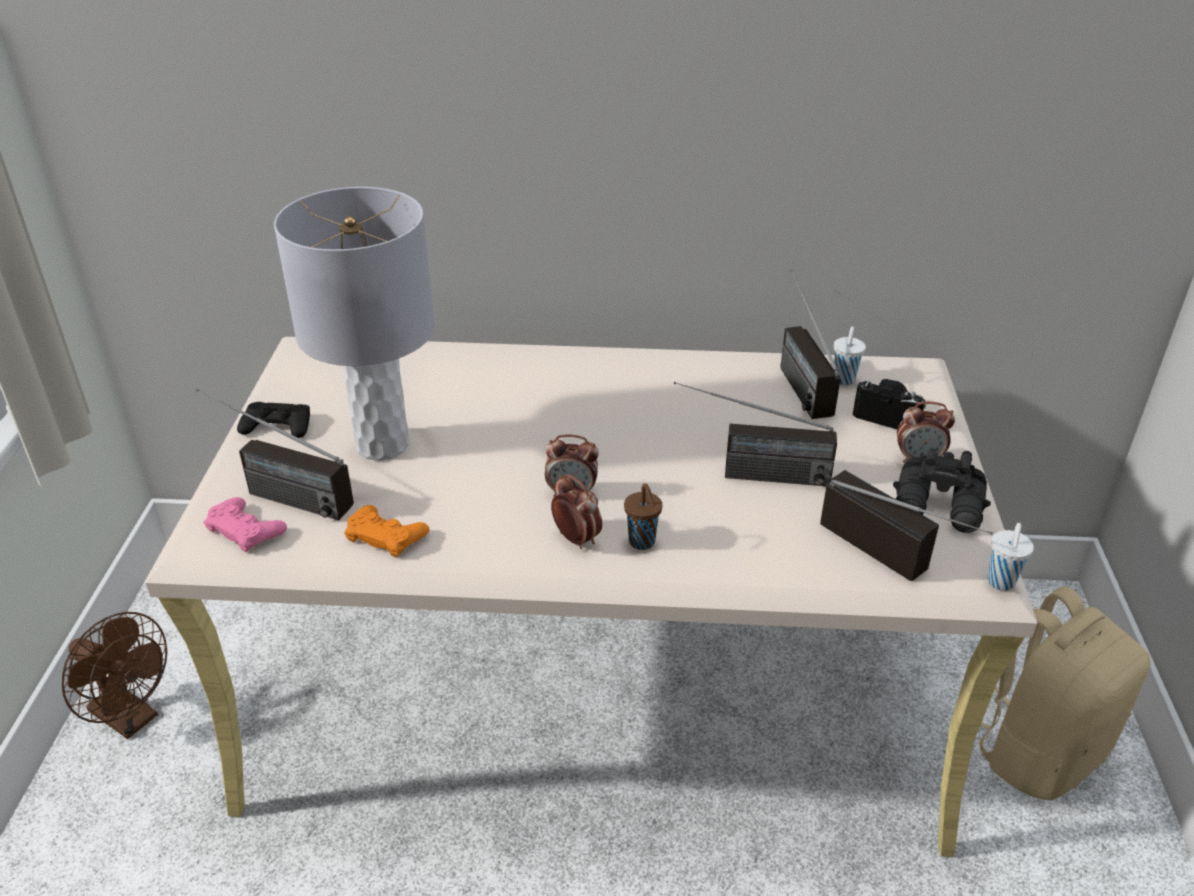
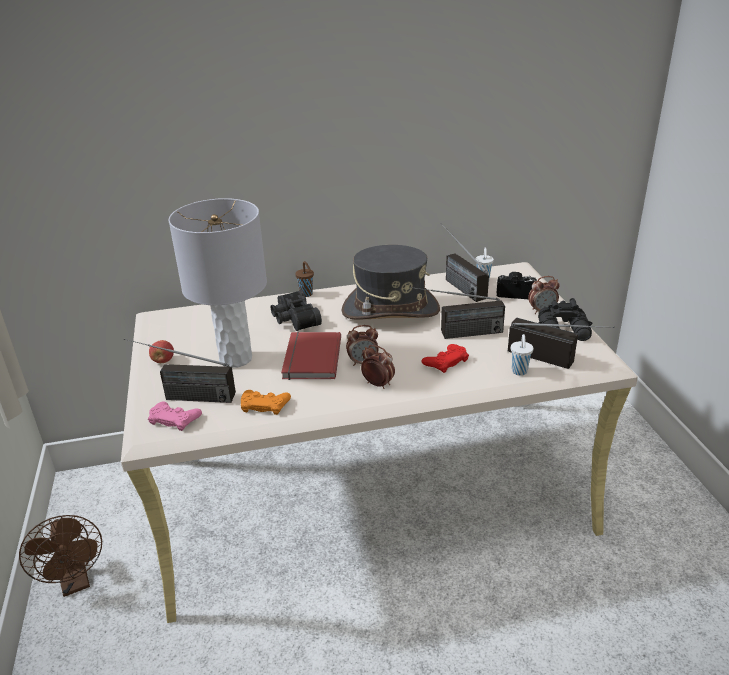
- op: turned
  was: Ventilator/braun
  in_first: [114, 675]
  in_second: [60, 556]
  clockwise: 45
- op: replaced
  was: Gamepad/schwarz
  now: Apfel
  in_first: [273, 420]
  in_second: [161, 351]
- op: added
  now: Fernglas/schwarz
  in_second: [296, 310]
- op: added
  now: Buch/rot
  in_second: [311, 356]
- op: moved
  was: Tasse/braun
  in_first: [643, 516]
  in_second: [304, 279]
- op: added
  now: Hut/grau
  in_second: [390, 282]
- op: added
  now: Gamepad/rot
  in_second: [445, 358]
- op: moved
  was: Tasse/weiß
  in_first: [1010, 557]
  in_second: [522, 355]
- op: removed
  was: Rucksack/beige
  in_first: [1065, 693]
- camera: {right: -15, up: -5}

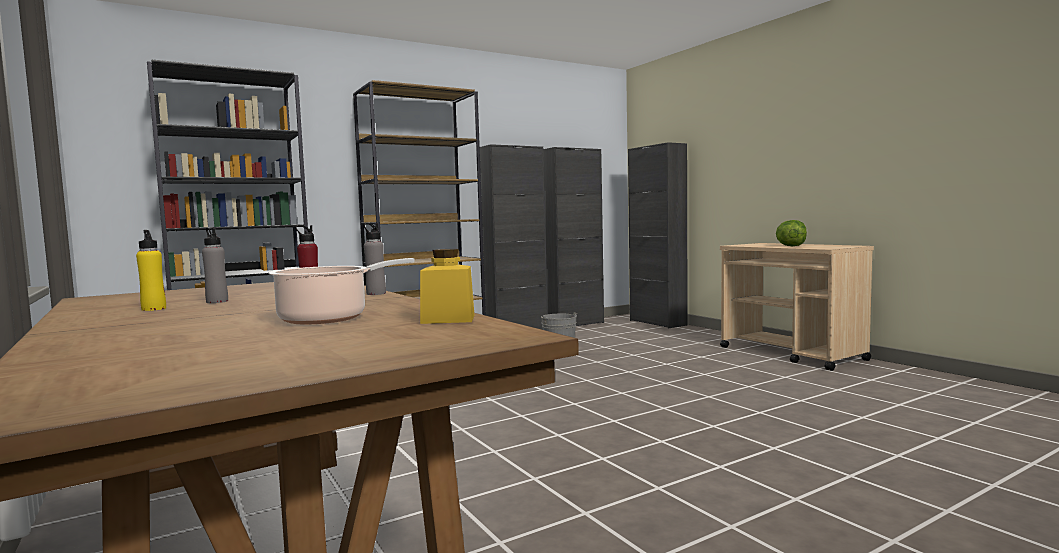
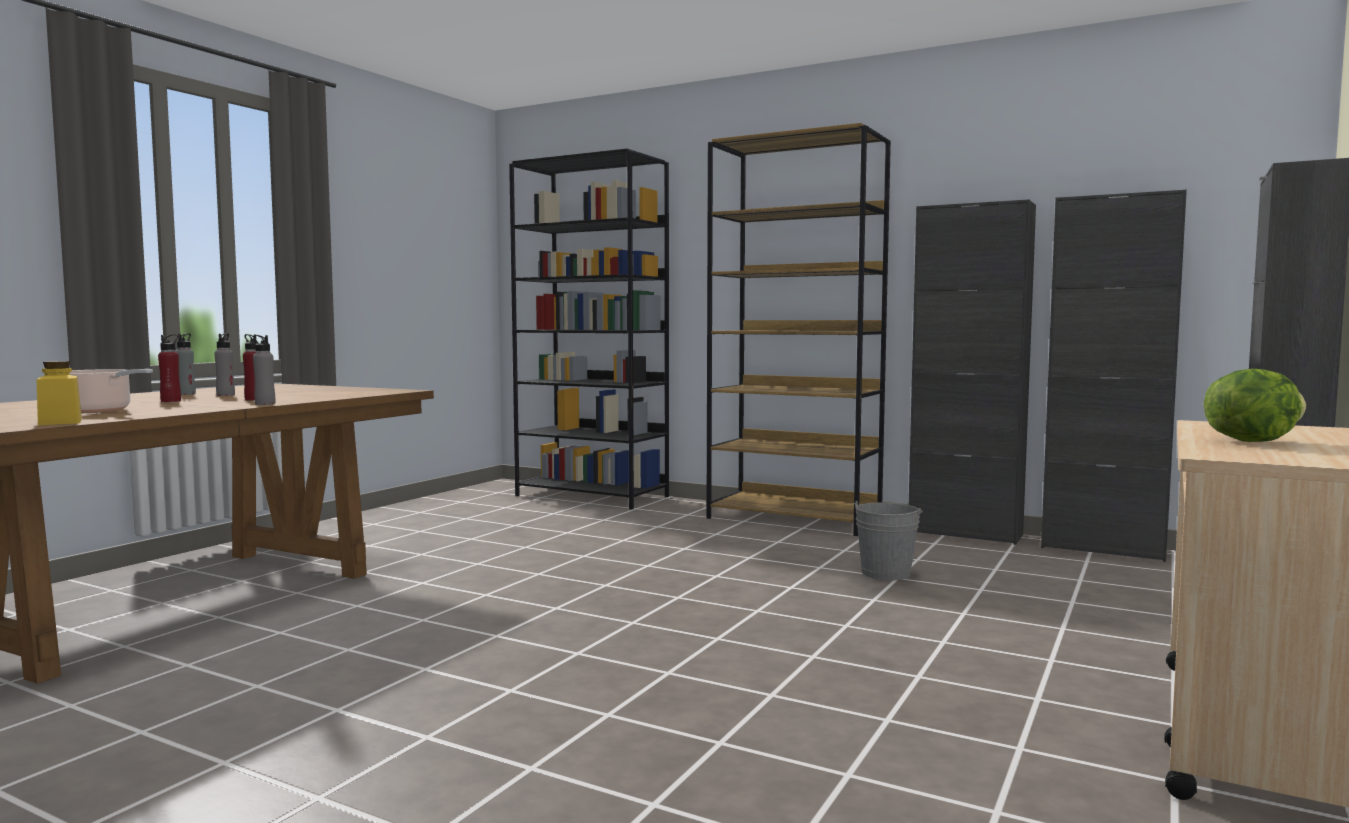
- op: added
  now: Flasche/rot
  in_second: [169, 368]
- op: recoloured
  was: Flasche/gelb
  now: Flasche/grau
  in_first: [151, 270]
  in_second: [186, 364]
- camera: {right: 60, up: 0}

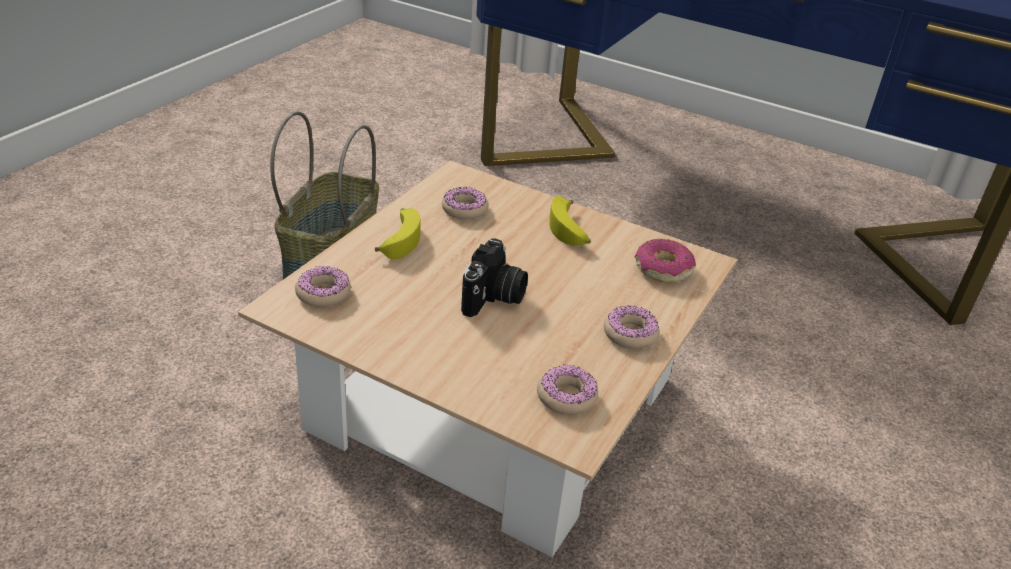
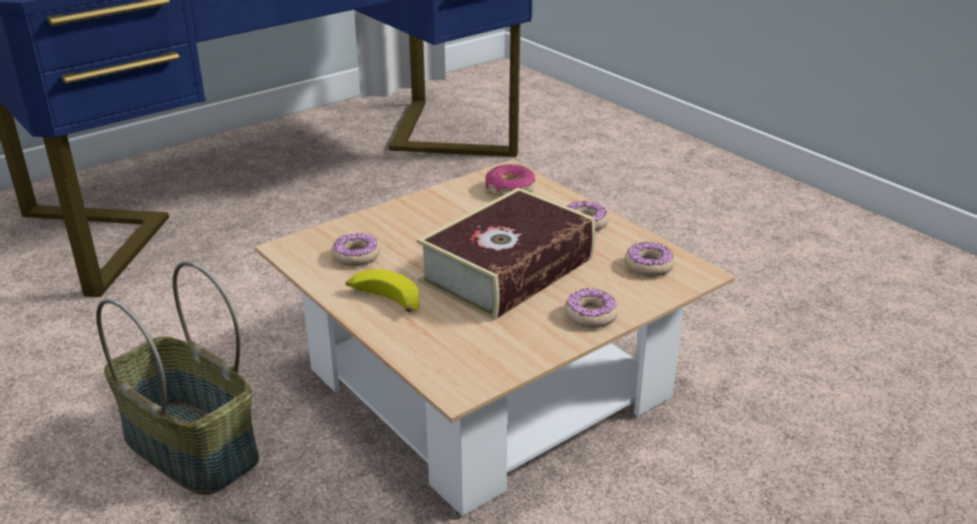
- op: replaced
  was: Kamera
  now: Buch
  in_first: [494, 277]
  in_second: [506, 254]
- op: moved
  was: Donut
  in_first: [323, 286]
  in_second: [591, 308]
- op: removed
  was: Banane
  in_first: [570, 221]
- camera: {right: -65, up: -5}

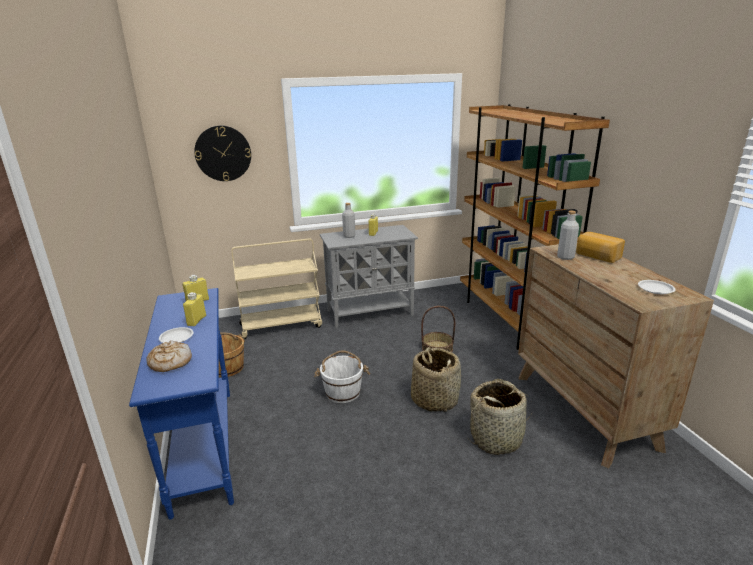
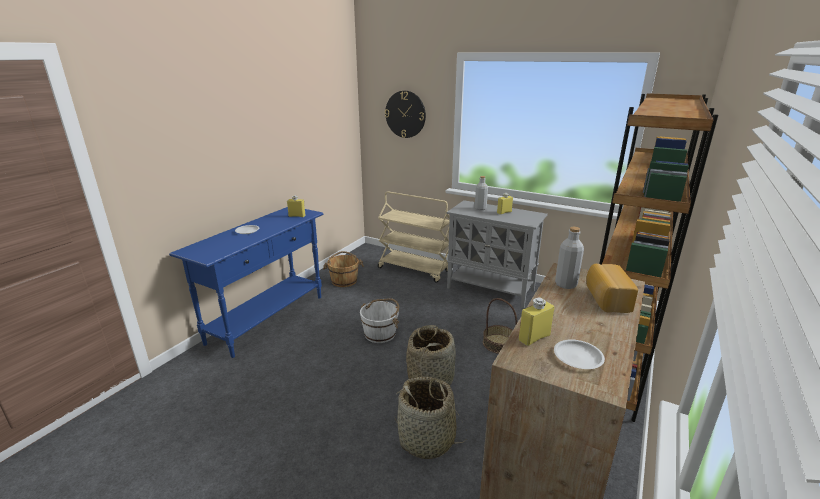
- op: moved
  was: Flasche/gelb
  in_first: [194, 309]
  in_second: [536, 321]
- op: removed
  was: Brot
  in_first: [169, 356]
- camera: {right: 45, up: 0}

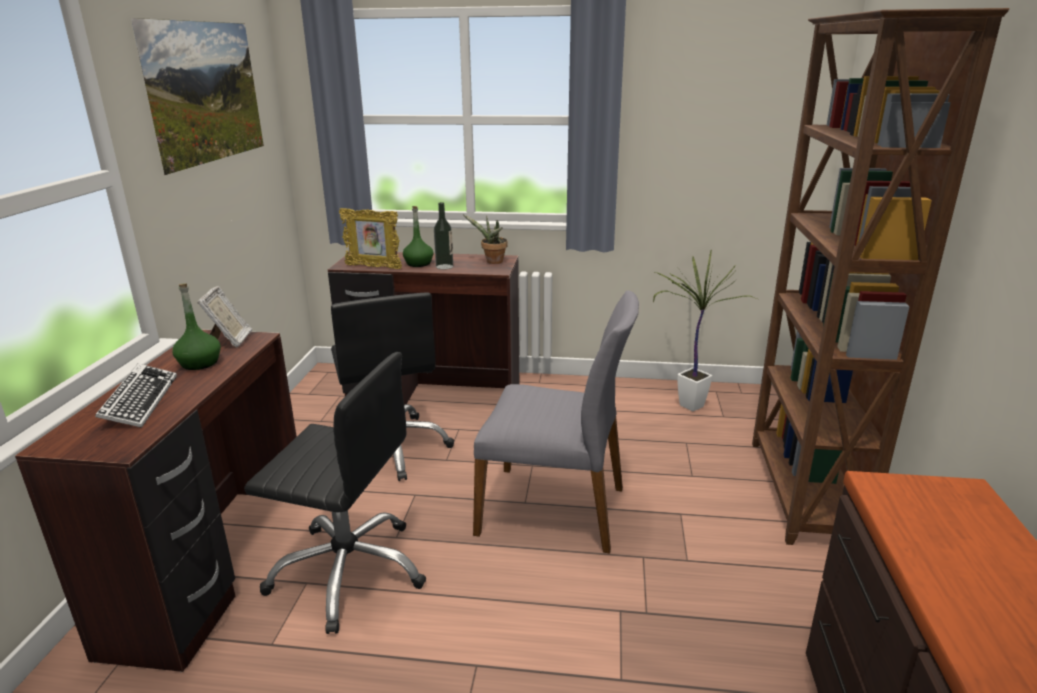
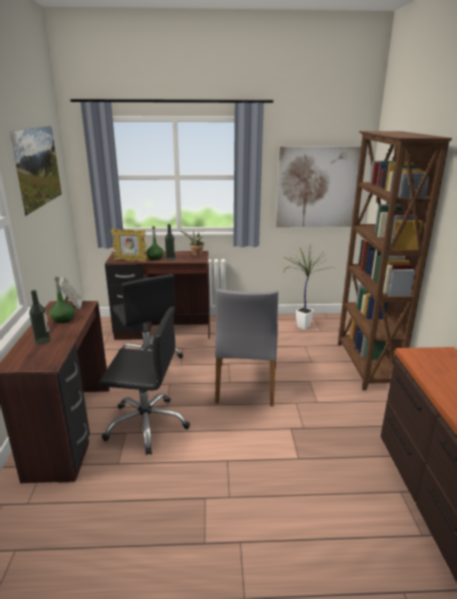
- op: replaced
  was: Tastatur
  now: Flasche
  in_first: [136, 396]
  in_second: [40, 317]
- op: turned
  was: Stuhl/grau
  in_first: [556, 422]
  in_second: [246, 347]
  clockwise: 90
- op: added
  now: Bild
  in_second: [318, 186]
- camera: {right: -10, up: 0}

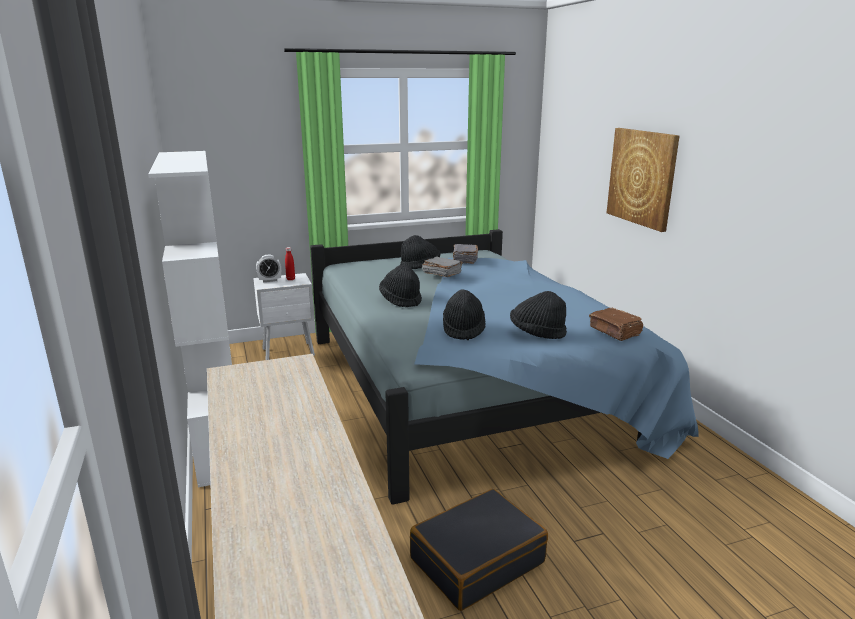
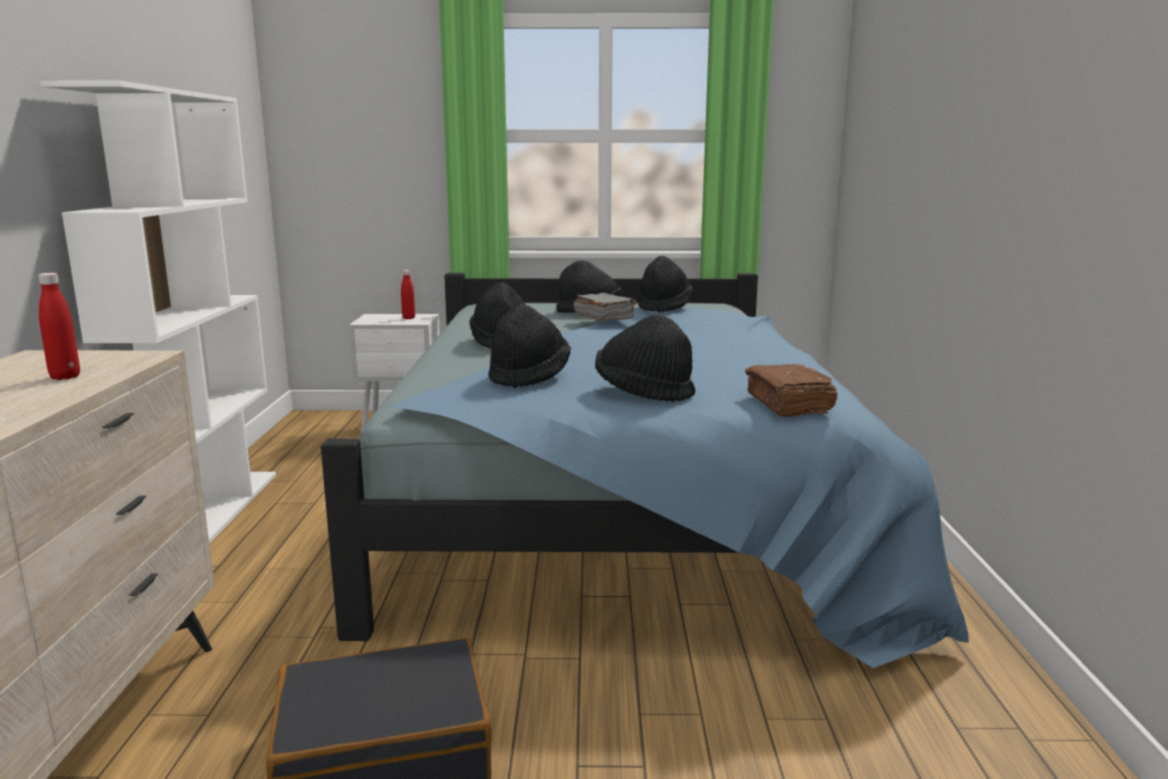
- op: added
  now: Flasche/rot
  in_second: [59, 326]
- op: replaced
  was: Buch/grau
  now: Hut/schwarz
  in_first: [465, 254]
  in_second: [665, 284]
- op: removed
  was: Wecker
  in_first: [268, 268]
- op: removed
  was: Bild
  in_first: [643, 180]
- camera: {right: 20, up: -5}

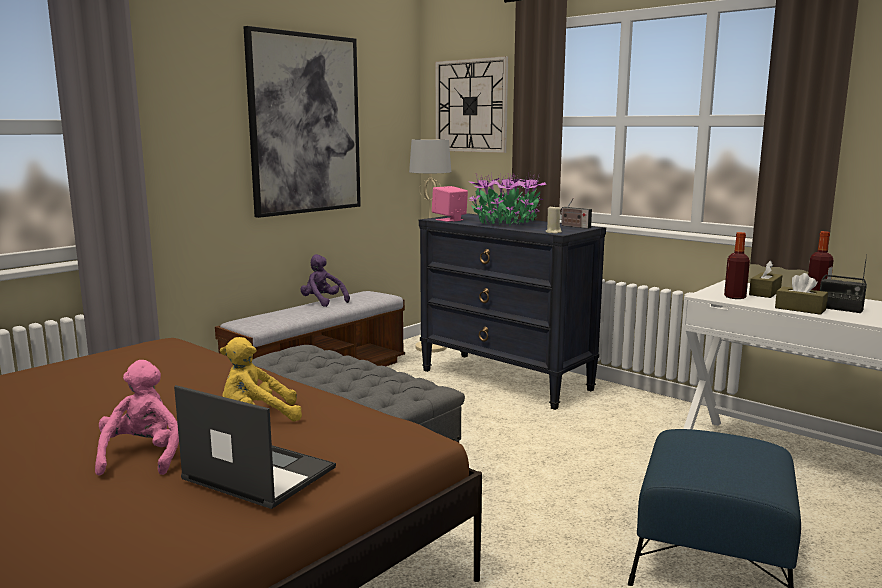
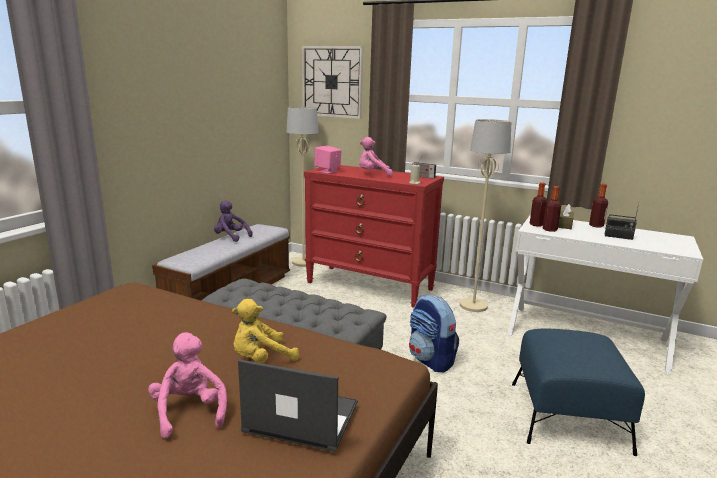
- op: recoloured
  was: Kommode/schwarz
  now: Kommode/rot
  in_first: [512, 311]
  in_second: [374, 236]
- op: replaced
  was: Topfpflanze
  now: Plüschtier/rosa
  in_first: [507, 199]
  in_second: [376, 156]
- op: added
  now: Rucksack
  in_second: [434, 334]
- op: added
  now: Stehlampe/beige
  in_second: [485, 215]
- op: added
  now: Flasche
  in_second: [538, 204]
- op: removed
  was: Bild
  in_first: [302, 122]
- op: removed
  was: Taschentuchbox/braun
  in_first: [801, 294]
- camera: {right: -15, up: 5}

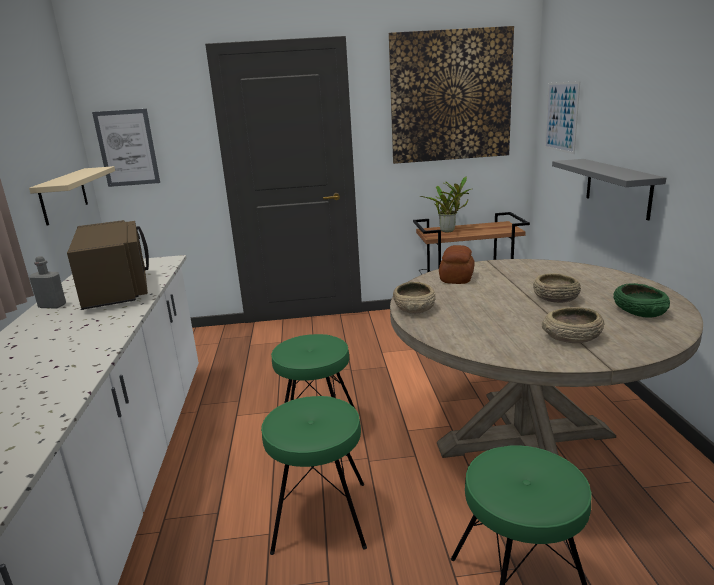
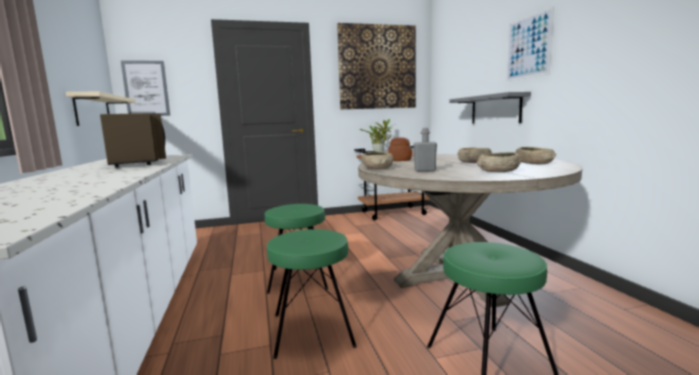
- op: moved
  was: Flasche/grau
  in_first: [47, 282]
  in_second: [425, 150]
- op: moved
  was: Bild
  in_first: [562, 117]
  in_second: [530, 43]
- op: recoloured
  was: Schüssel/grün
  now: Schüssel/beige
  in_first: [641, 300]
  in_second: [535, 155]
- camera: {right: -10, up: -10}

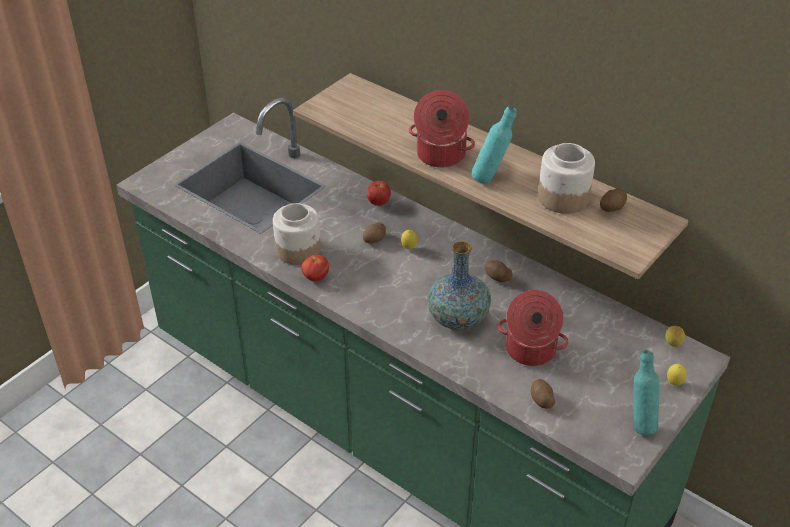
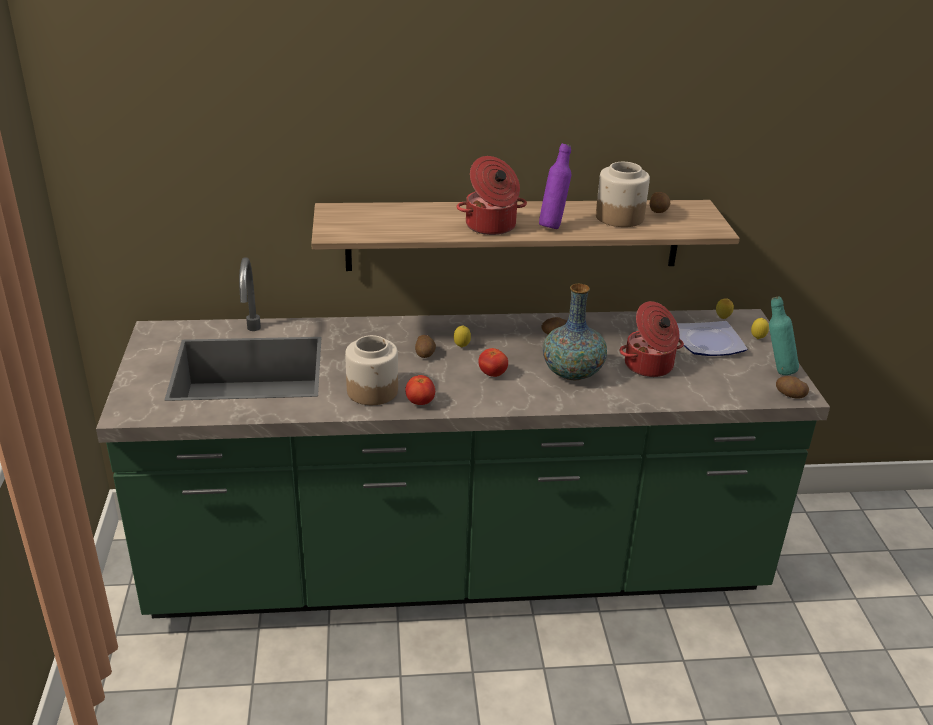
- op: moved
  was: Tomate
  in_first: [379, 193]
  in_second: [493, 362]
- op: recoloured
  was: Flasche/türkis
  now: Flasche/lila
  in_first: [494, 145]
  in_second: [555, 186]
- op: added
  now: Teller
  in_second: [712, 338]
- op: moved
  was: Kartoffel
  in_first: [543, 394]
  in_second: [792, 387]
- camera: {right: -45, up: -10}

